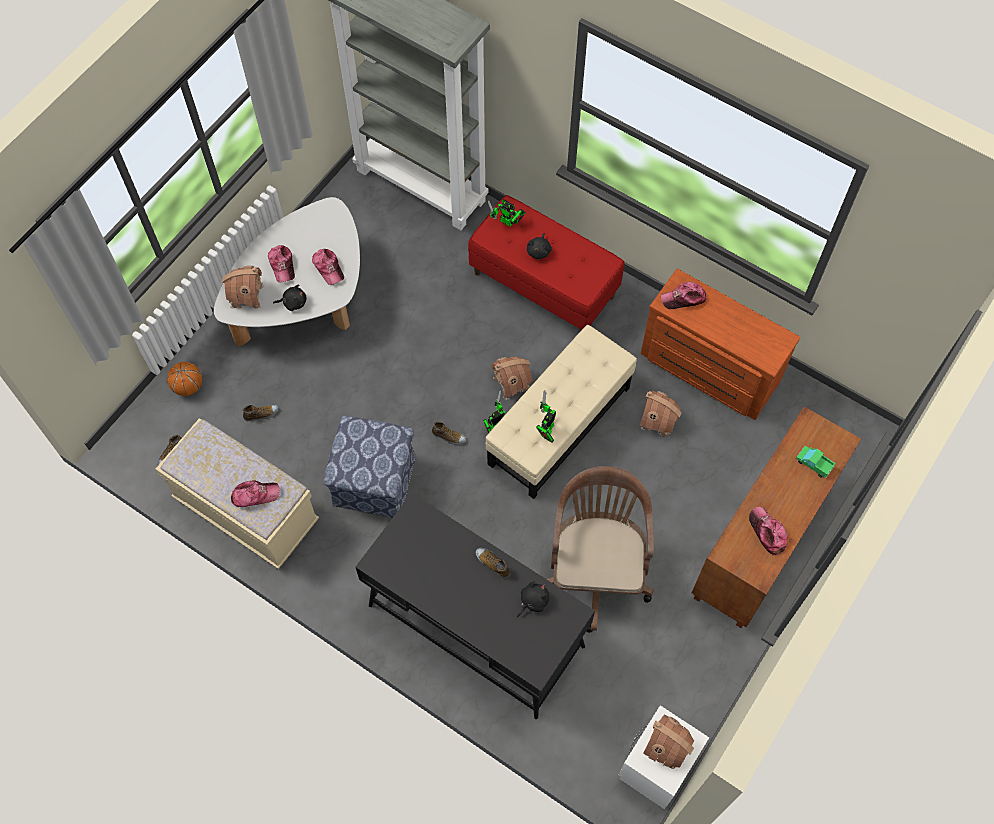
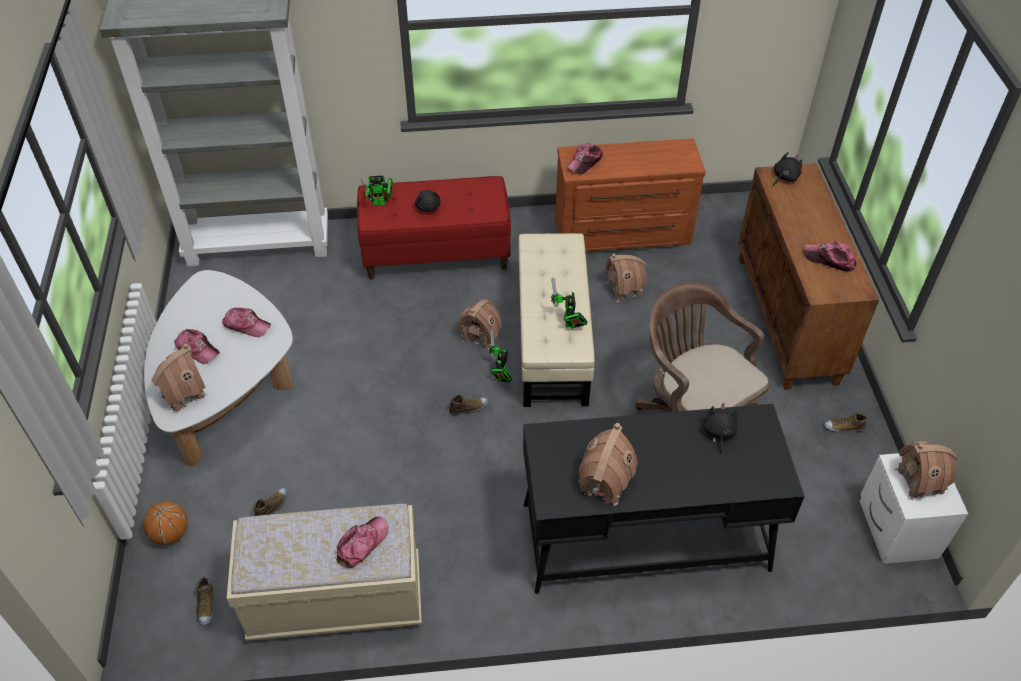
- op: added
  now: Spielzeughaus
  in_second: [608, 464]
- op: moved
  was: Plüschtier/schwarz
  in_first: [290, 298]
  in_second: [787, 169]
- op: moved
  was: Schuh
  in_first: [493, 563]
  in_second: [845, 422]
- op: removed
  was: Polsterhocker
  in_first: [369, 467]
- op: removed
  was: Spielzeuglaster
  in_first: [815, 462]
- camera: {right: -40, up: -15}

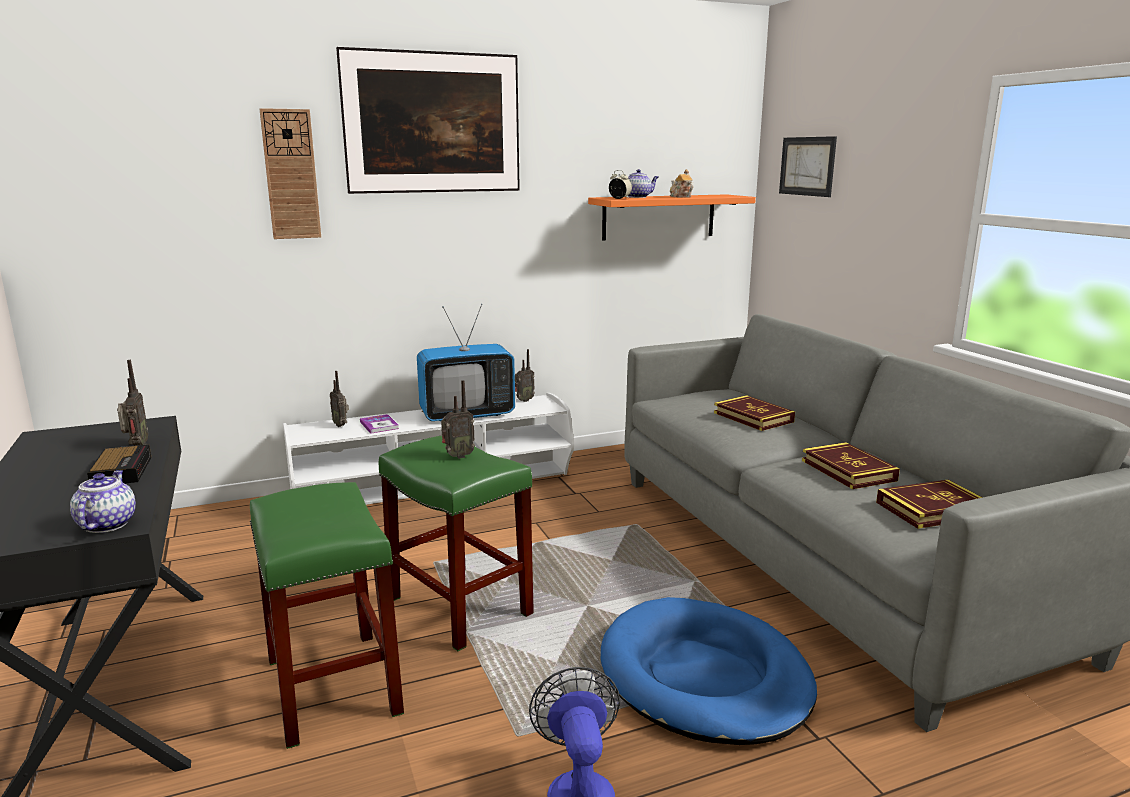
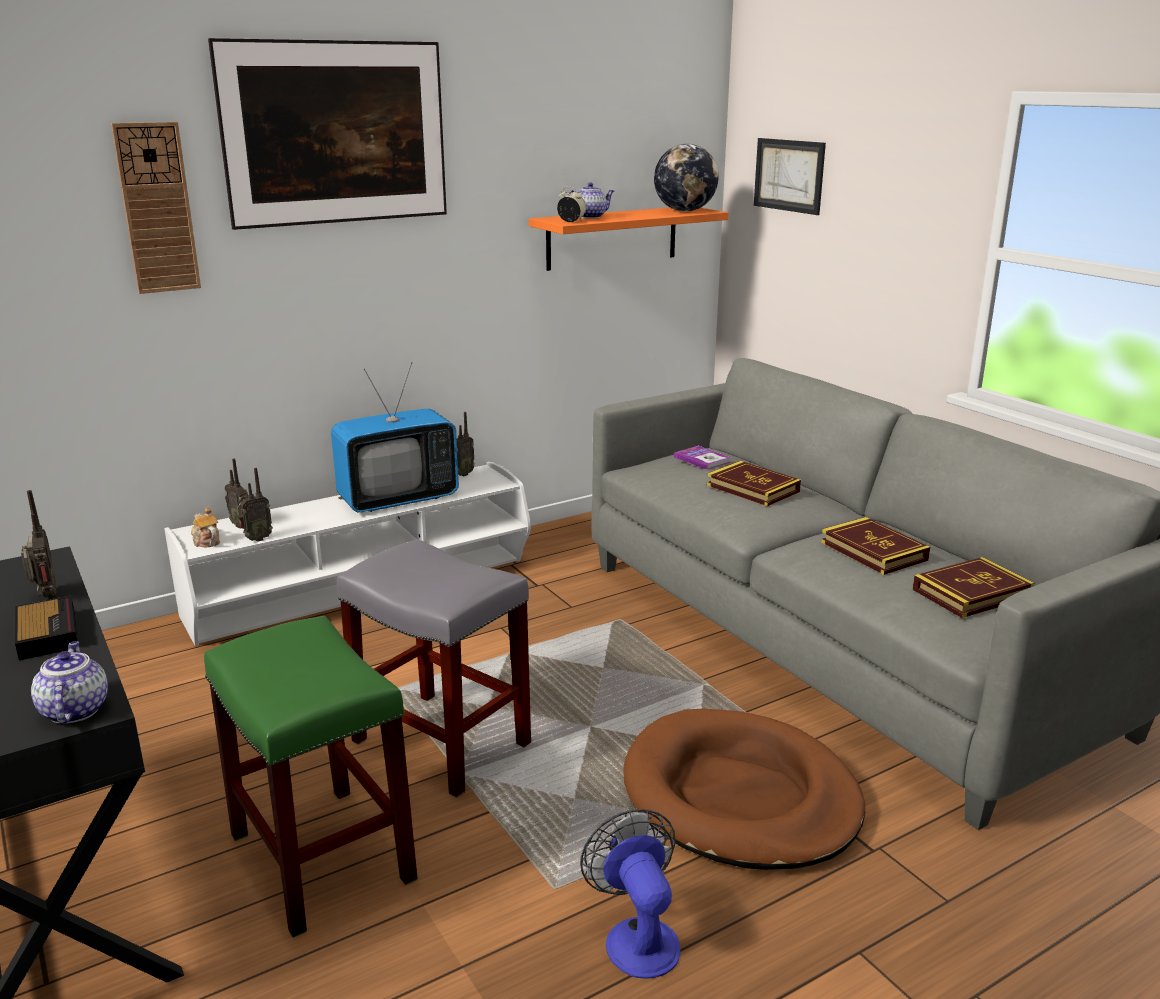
- op: moved
  was: Teekanne
  in_first: [682, 183]
  in_second: [205, 527]
- op: moved
  was: Radio
  in_first: [458, 419]
  in_second: [255, 505]
- op: recoloured
  was: Hocker/grün
  now: Hocker/grau
  in_first: [456, 543]
  in_second: [434, 668]
- op: recoloured
  was: Hundebett/blau
  now: Hundebett/braun
  in_first: [709, 671]
  in_second: [744, 789]
- op: added
  now: Globus
  in_second: [686, 178]
- op: moved
  was: Buch
  in_first: [379, 424]
  in_second: [702, 458]
- camera: {right: -10, up: 5}

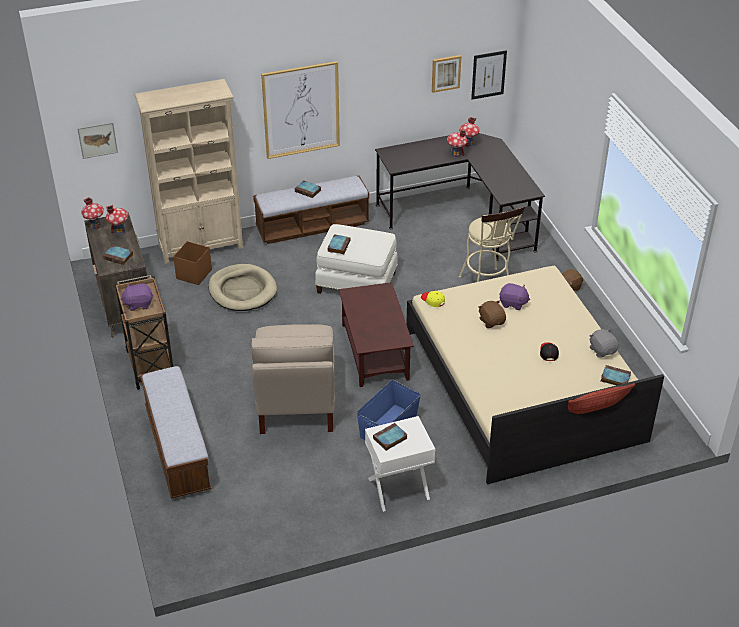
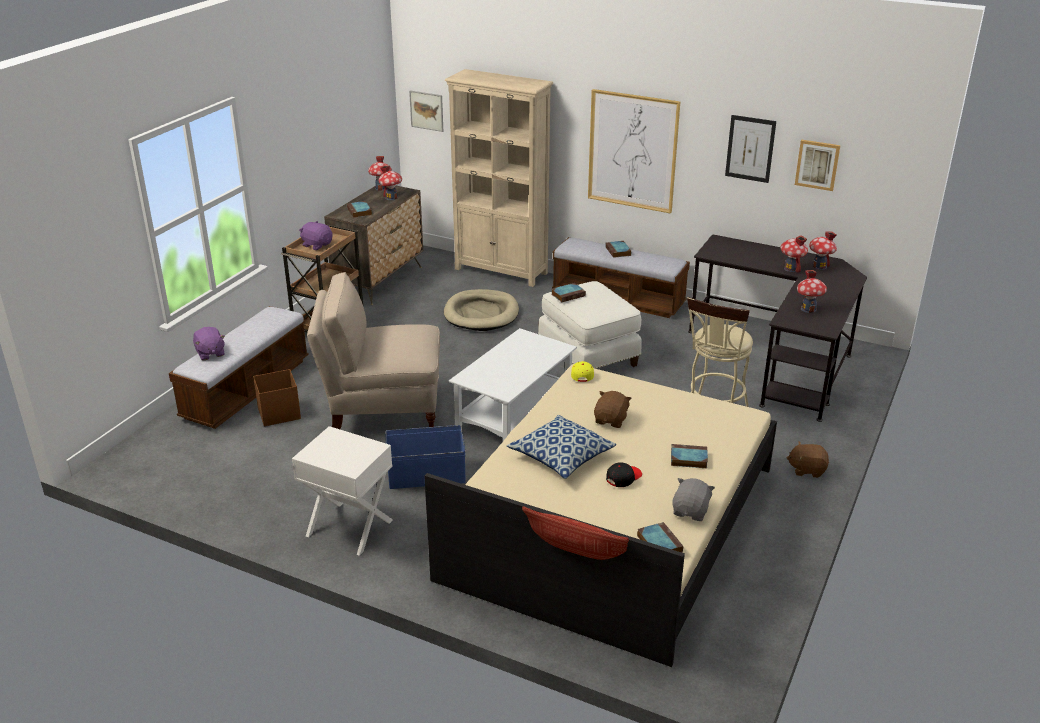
- op: moved
  was: Plüschtier/lila
  in_first: [514, 296]
  in_second: [209, 343]
- op: moved
  was: Aufbewahrungsbox/braun
  in_first: [192, 263]
  in_second: [277, 397]
- op: turned
  was: Stuhl/beige
  in_first: [293, 379]
  in_second: [373, 350]
  clockwise: 45
- op: recoloured
  was: Couchtisch/braun
  now: Couchtisch/weiß
  in_first: [376, 334]
  in_second: [513, 384]
- op: added
  now: Kissen
  in_second: [561, 447]
- op: moved
  was: Buch
  in_first: [390, 437]
  in_second: [689, 456]
- op: moved
  was: Bild
  in_first: [489, 75]
  in_second: [750, 149]
- op: added
  now: Spielzeughaus
  in_second: [812, 291]
- camera: {right: 45, up: -10}

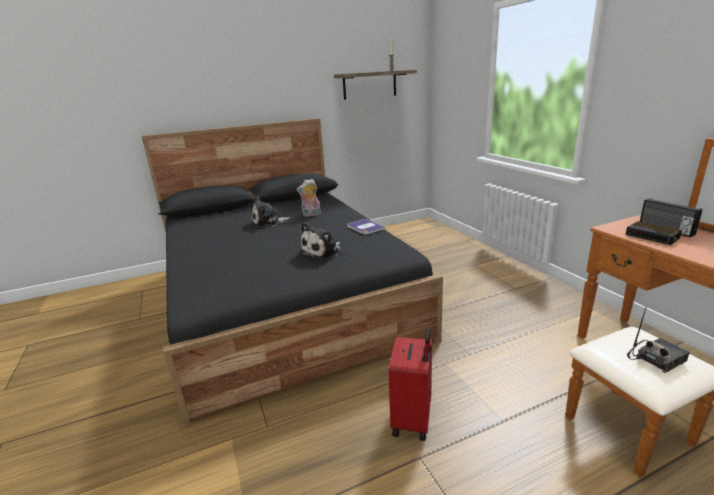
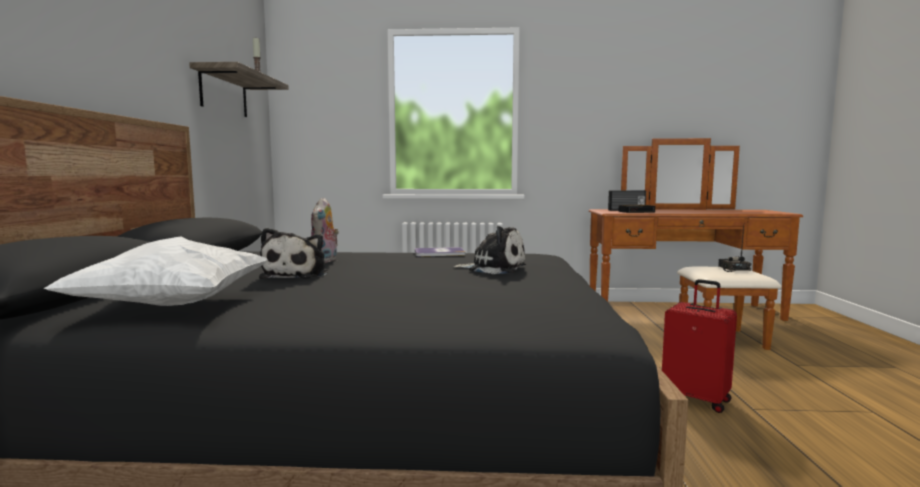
- op: added
  now: Kissen/weiß
  in_second: [155, 271]
- op: turned
  was: Plüschtier
  in_first: [320, 241]
  in_second: [489, 250]
  clockwise: -45
- camera: {right: -65, up: -15}

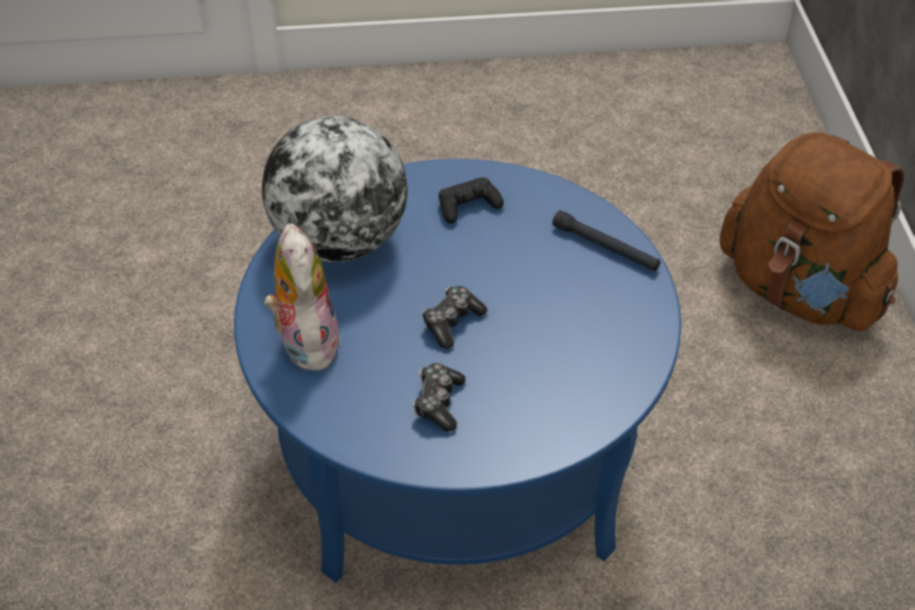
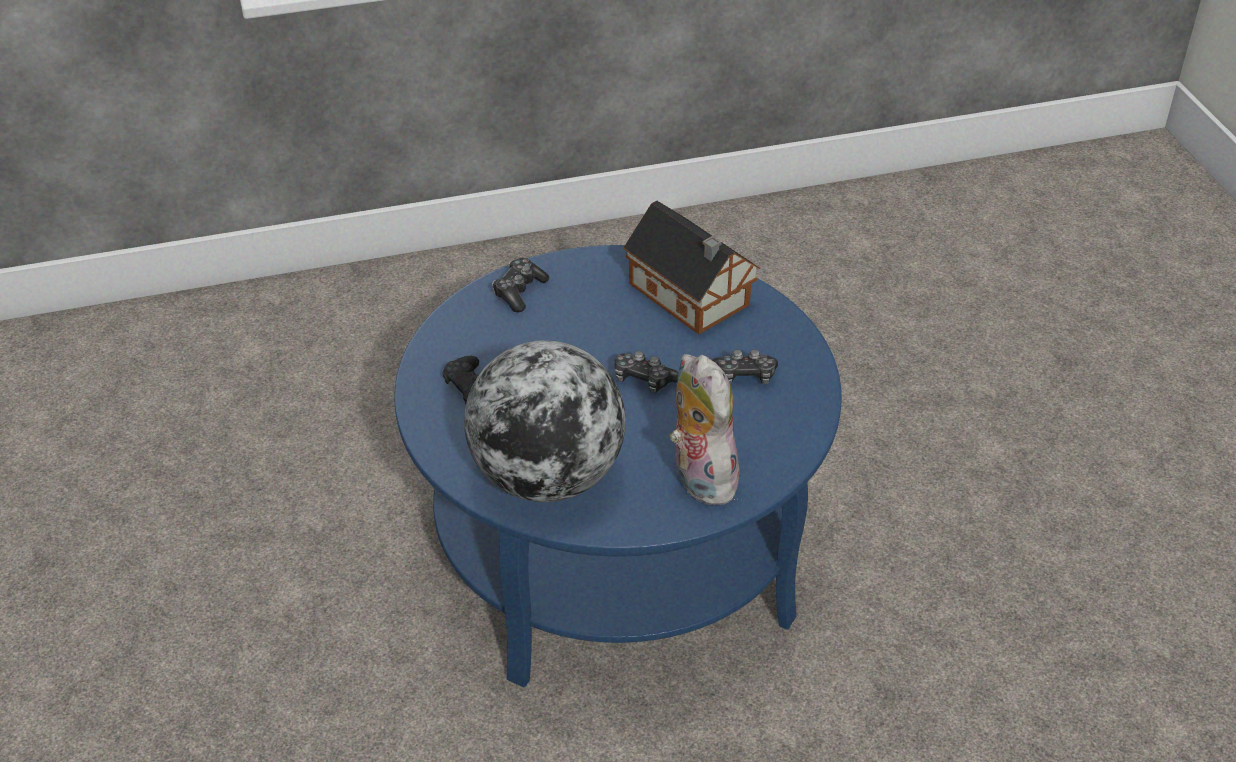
- op: replaced
  was: Taschenlampe/schwarz
  now: Gamepad
  in_first: [606, 240]
  in_second: [521, 285]
- op: added
  now: Spielzeughaus
  in_second: [691, 267]
- op: turned
  was: Plüschtier
  in_first: [303, 297]
  in_second: [706, 429]
  clockwise: 90
- op: removed
  was: Rucksack/braun
  in_first: [811, 231]
- camera: {right: -100, up: -5}

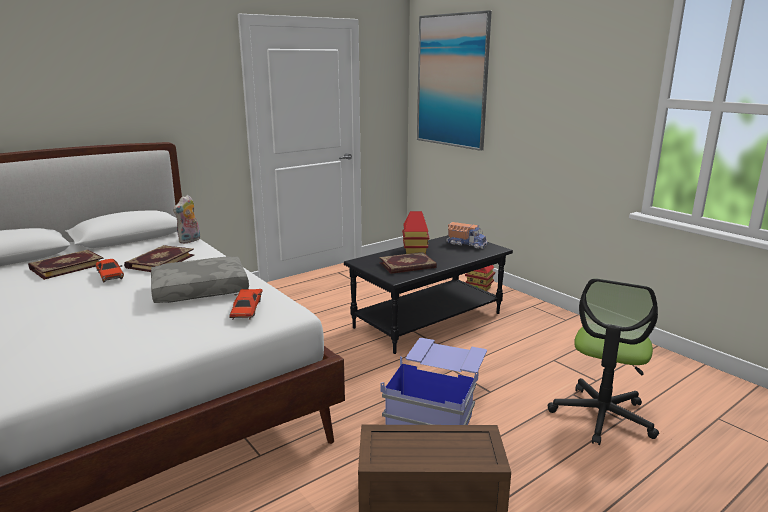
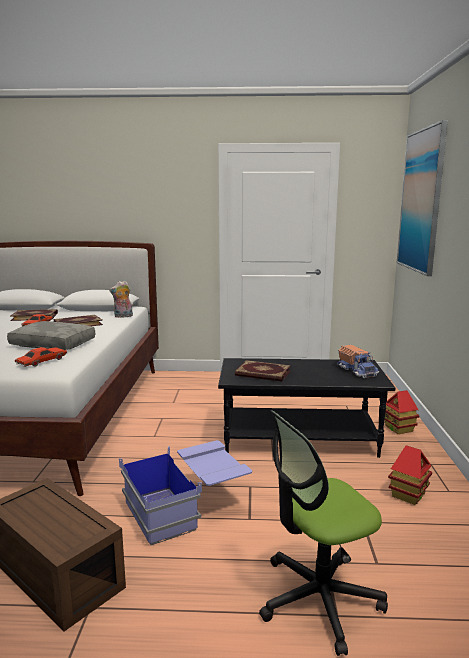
- op: moved
  was: Spielzeughaus
  in_first: [415, 232]
  in_second: [410, 475]
- camera: {right: 40, up: -5}

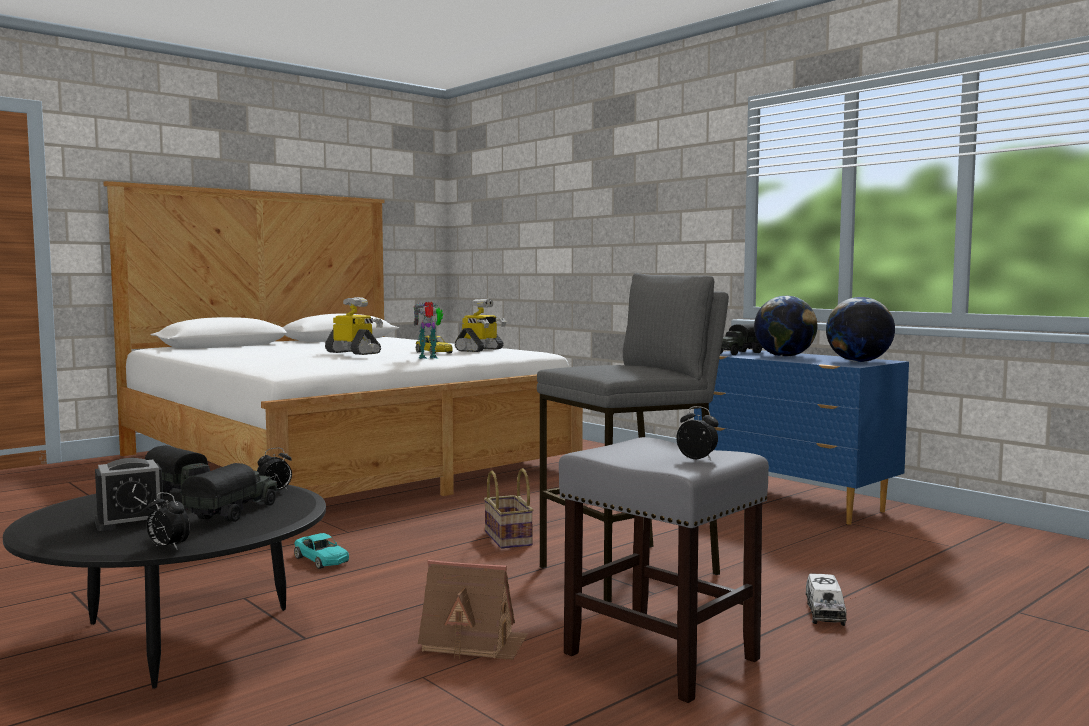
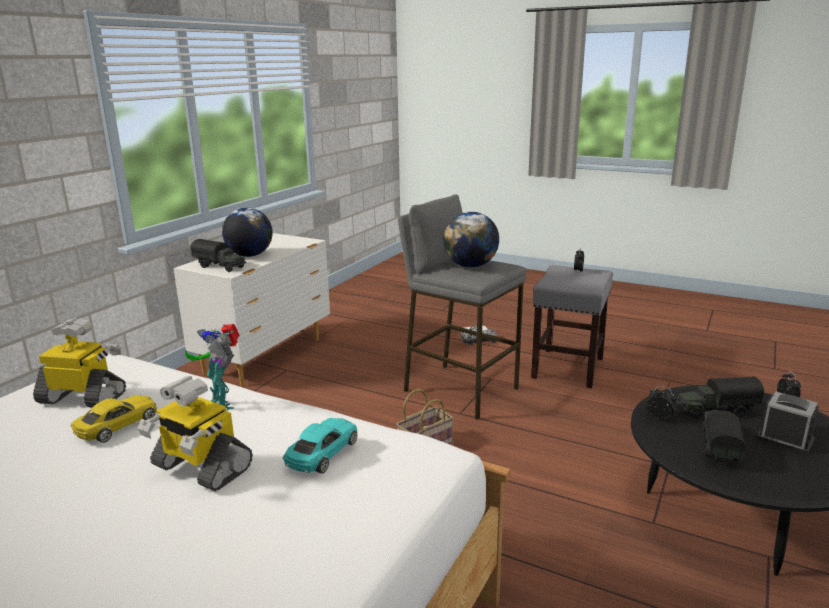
- op: turned
  was: Spielzeugroboter
  in_first: [354, 326]
  in_second: [195, 433]
  clockwise: -75
- op: recoloured
  was: Kommode/blau
  now: Kommode/weiß
  in_first: [801, 437]
  in_second: [251, 310]
- op: moved
  was: Spielzeugauto/türkis
  in_first: [321, 551]
  in_second: [320, 446]
- op: moved
  was: Globus
  in_first: [860, 329]
  in_second: [471, 240]
- op: removed
  was: Spielzeughaus
  in_first: [473, 610]
- camera: {right: -110, up: 15}

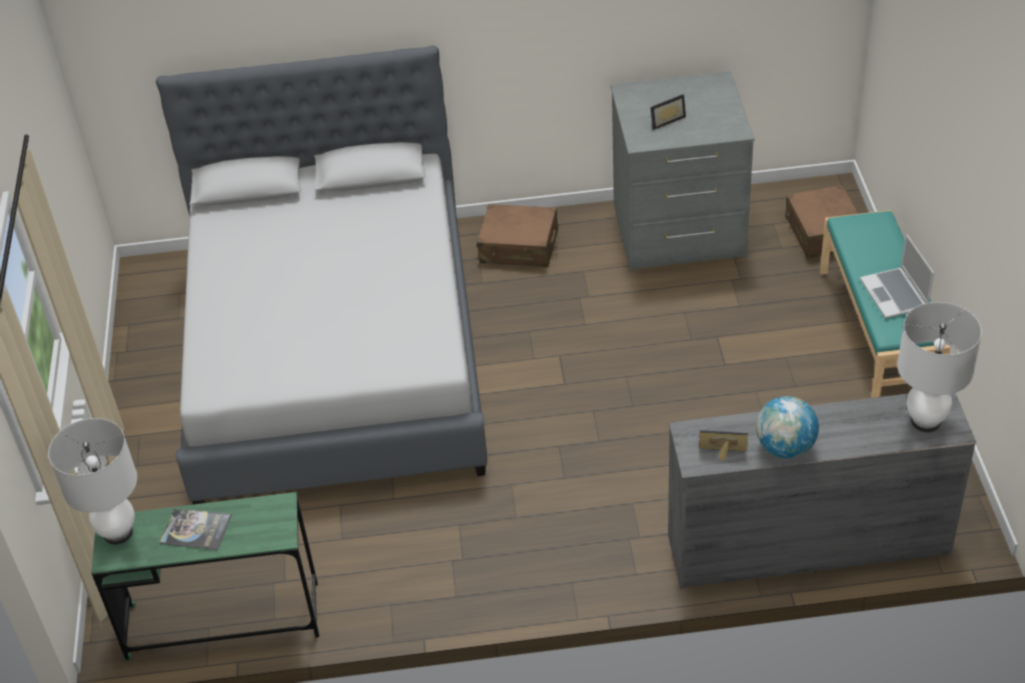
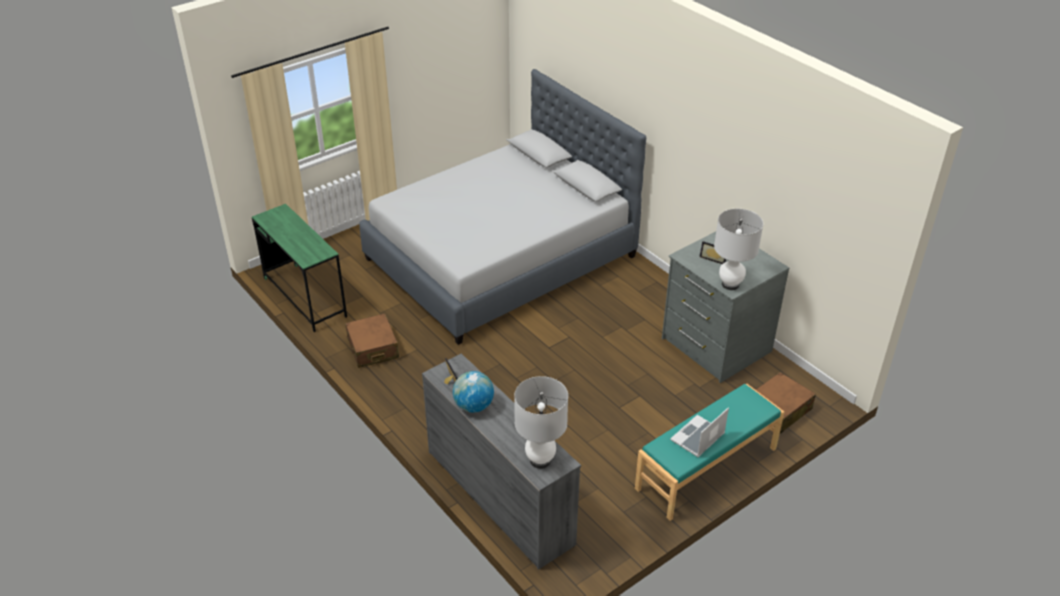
- op: moved
  was: Koffer/braun
  in_first: [517, 235]
  in_second: [372, 340]
- op: moved
  was: Tischlampe/weiß
  in_first: [92, 481]
  in_second: [738, 249]
- op: removed
  was: Buch
  in_first: [196, 529]
- camera: {right: 55, up: -5}

